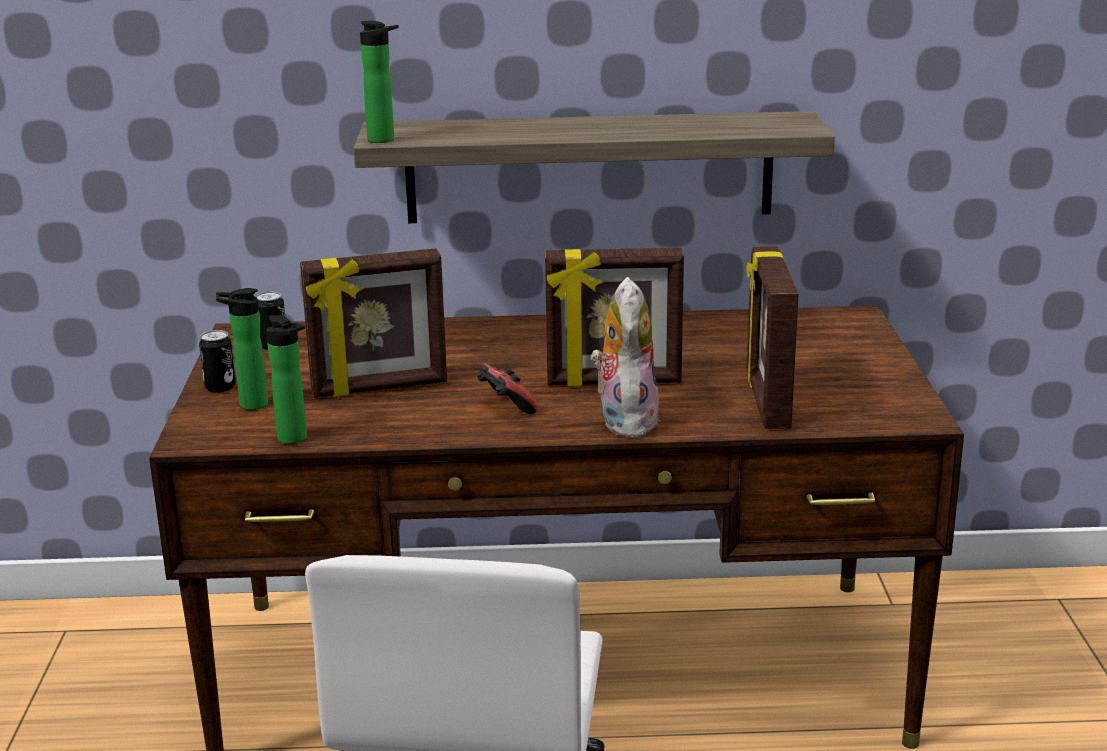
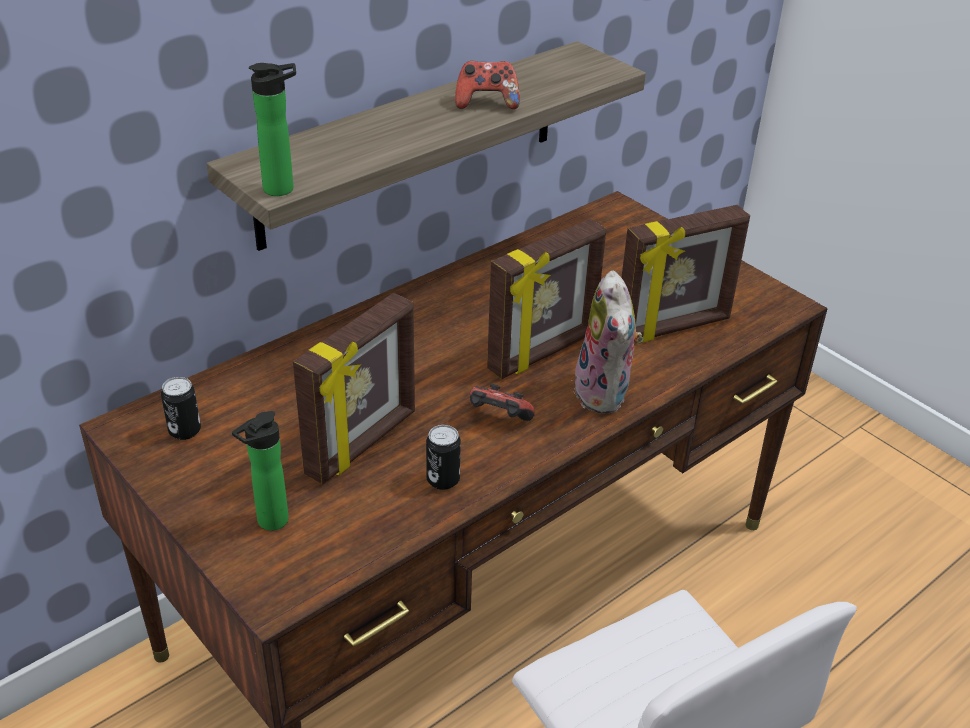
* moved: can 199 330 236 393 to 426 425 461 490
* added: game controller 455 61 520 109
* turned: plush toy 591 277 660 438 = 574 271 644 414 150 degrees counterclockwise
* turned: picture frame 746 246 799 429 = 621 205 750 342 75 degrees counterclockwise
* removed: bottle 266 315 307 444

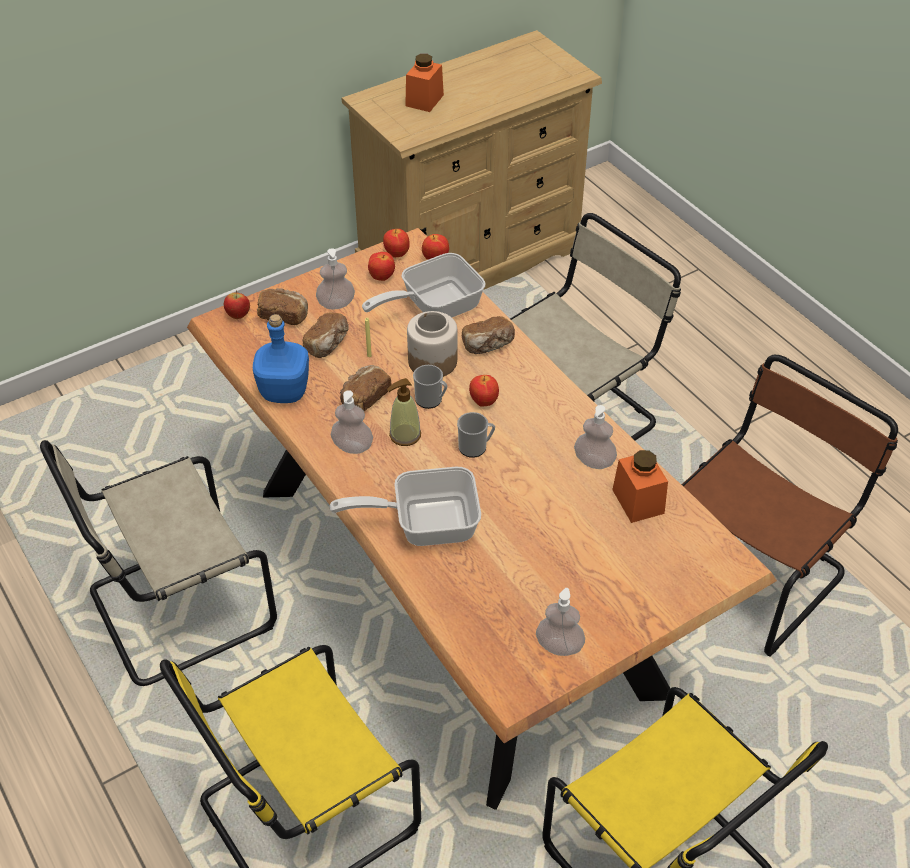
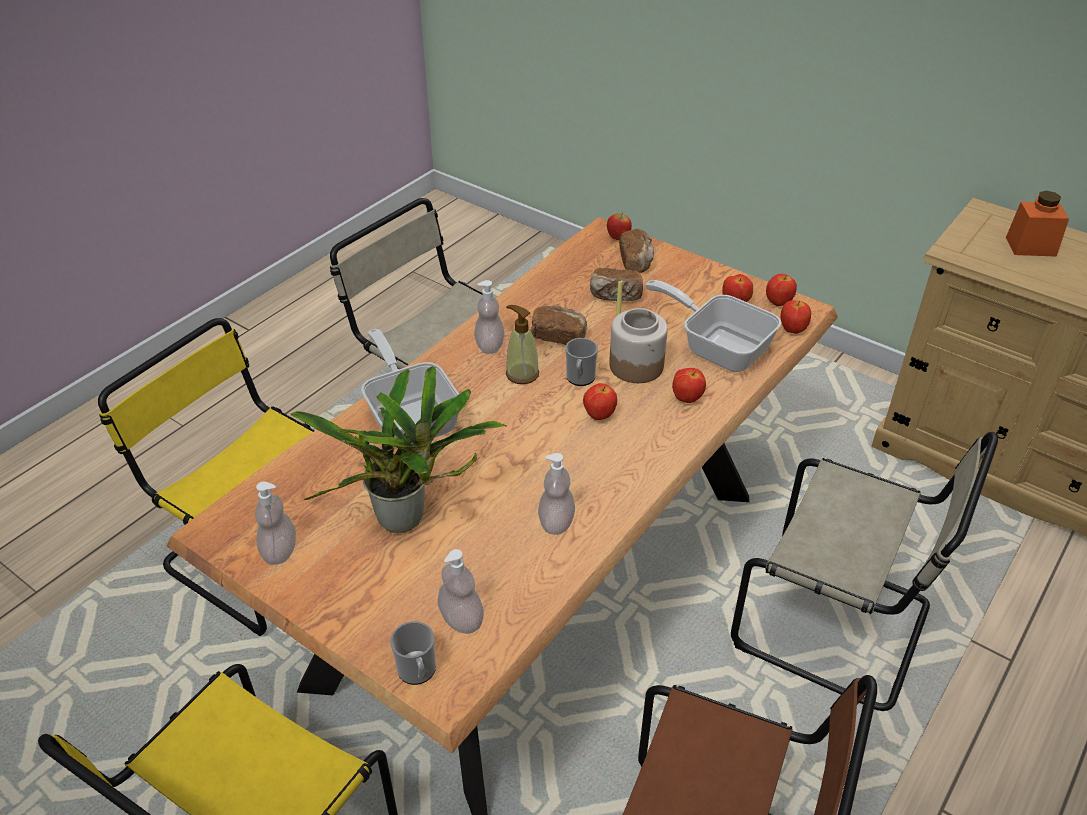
* added: potted plant 291 366 507 533
* moved: mug 457 412 495 458 to 390 621 436 685
* moved: soap dispenser 316 248 355 309 to 438 549 484 634
* replaced: bread 462 316 515 354 to apple 672 368 706 403
* removed: blue bottle 253 314 309 403
* removed: orange jar 612 450 668 523

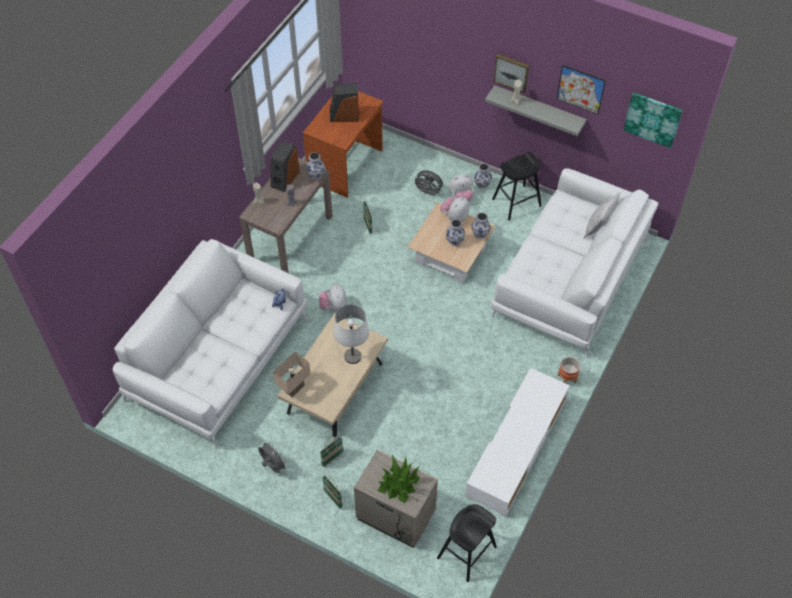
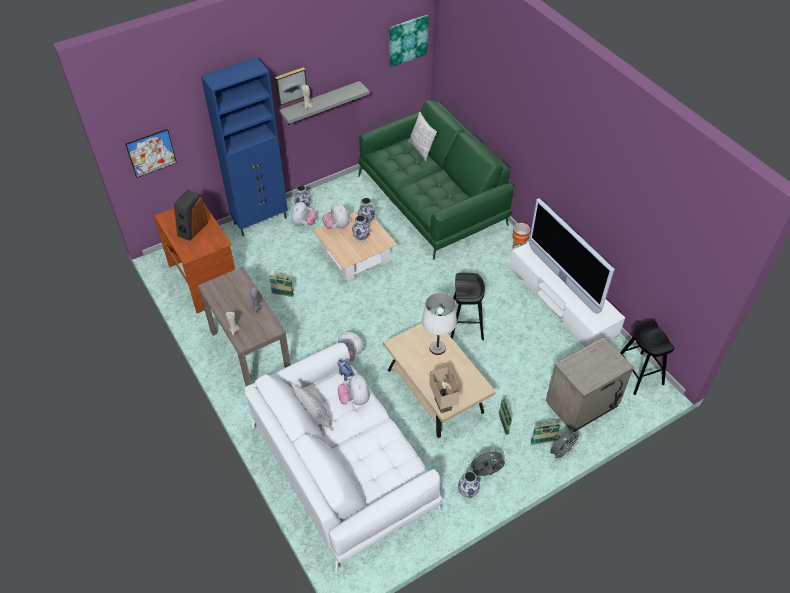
* moved: picture 557 65 606 114 to 126 129 177 178
* added: blue cabinet 201 57 288 236
* added: pillow 291 383 334 431
* added: plush toy 338 374 370 405
* recoloured: white sofa 491 168 658 358 to green sofa 358 100 514 260
* moved: black stool 492 152 542 220 to 451 273 485 340
* moved: vase 306 152 326 180 to 458 471 480 498
* added: television 529 199 615 314
* moved: grey fan 413 170 443 195 to 550 429 582 460
* removed: speaker 270 141 300 192
* removed: potted plant 378 455 420 503

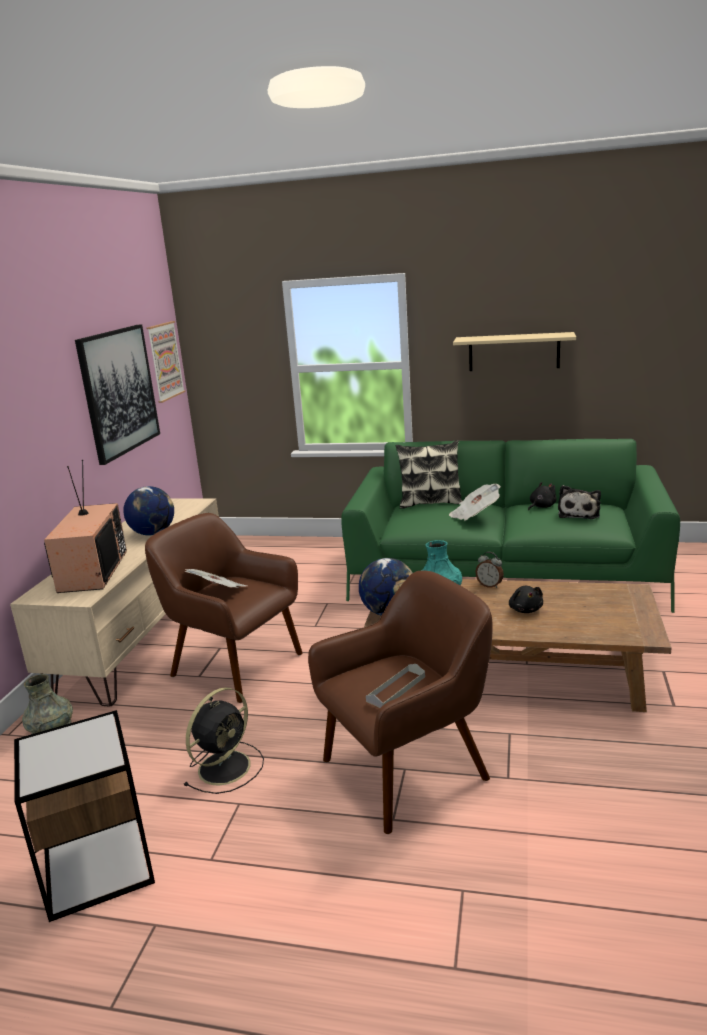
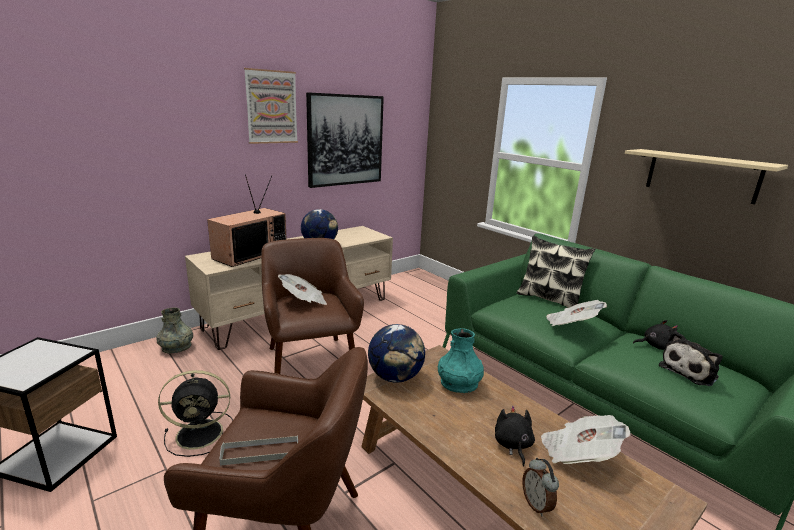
* moved: picture 146 321 186 403 to 244 68 298 144
* turned: black plush toy 509 586 543 613 = 495 406 535 466 150 degrees clockwise
* moved: alarm clock 475 552 504 588 to 522 458 559 516
* added: newspaper 541 415 631 464

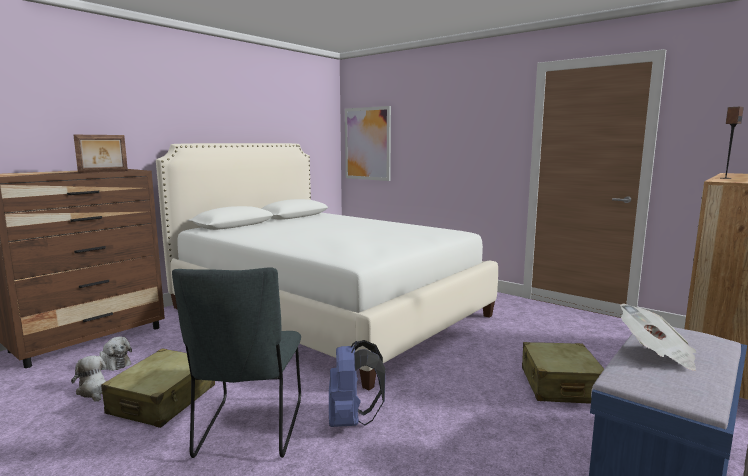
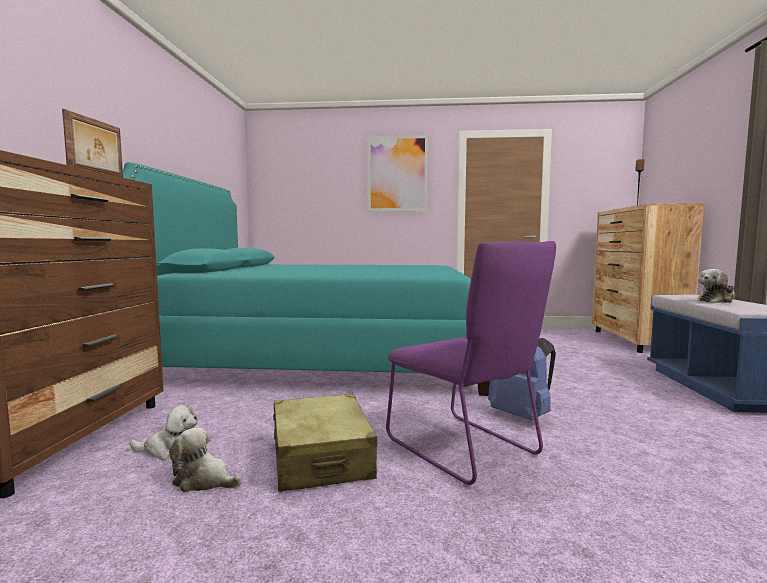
* recoloured: white bed 156 143 498 390 to turquoise bed 123 162 490 396
* moved: picture 345 106 391 181 to 367 135 428 212
* recoloured: grey chair 172 267 301 458 to purple chair 386 241 556 485
* replaced: newspaper 620 304 696 371 to plush toy 698 269 736 303
* removed: beige suitcase 522 342 604 404

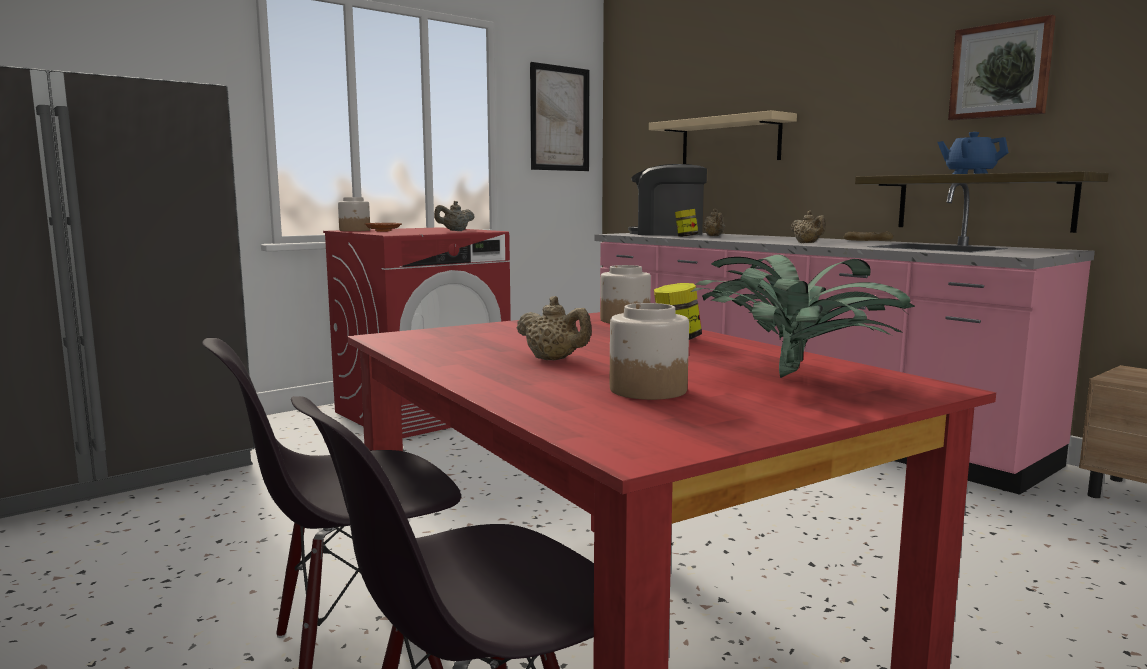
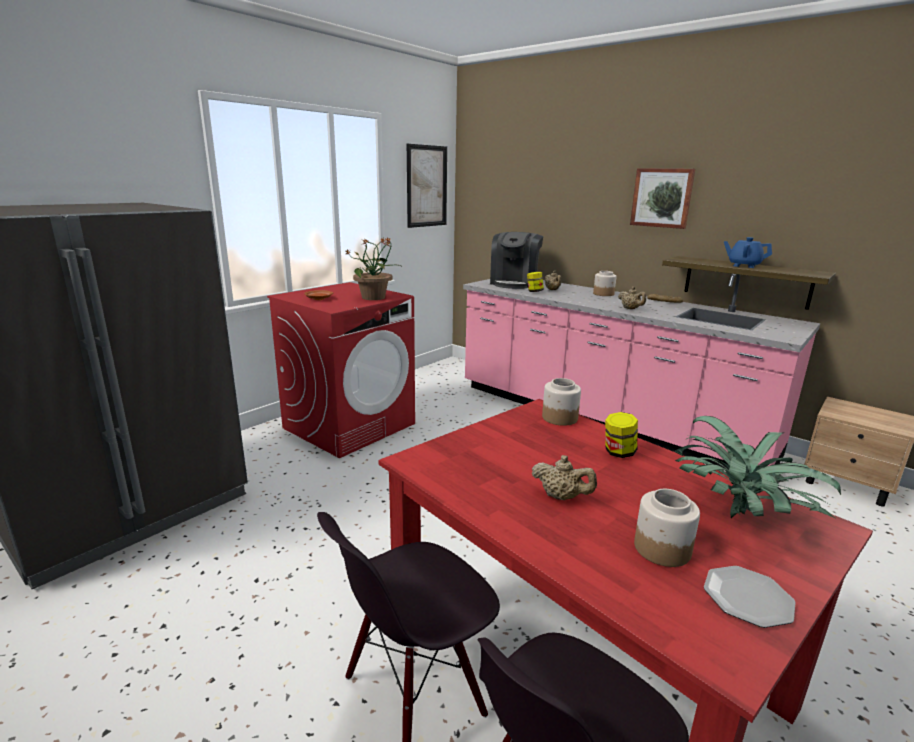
* replaced: beige teapot 434 201 475 231 to potted plant 346 236 401 300
* turned: coffee machine 628 164 707 236 = 490 232 543 289 90 degrees counterclockwise
* moved: jar 338 197 370 231 to 593 271 617 296
* moved: picture 948 15 1056 120 to 630 168 695 229
* added: plate 704 566 796 628
* removed: beige shelf 649 110 797 164

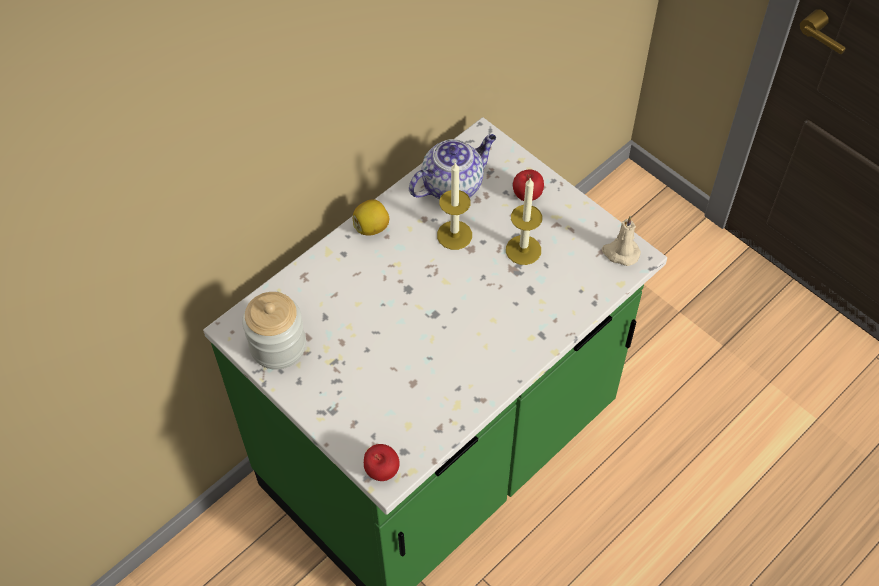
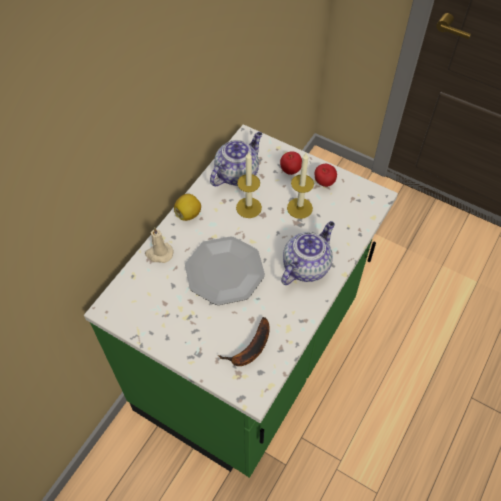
* moved: beige candle 602 216 641 266 to 145 227 174 263
* added: plate 185 236 265 305
* added: banana 218 317 270 366
* added: teapot 281 221 335 285
* moved: apple 364 444 400 481 to 315 164 337 187
* removed: jar 242 292 306 370

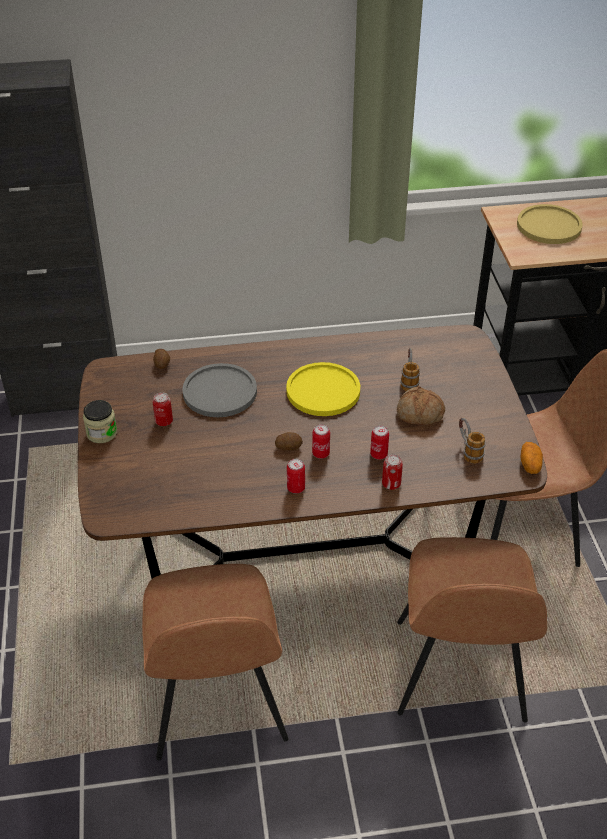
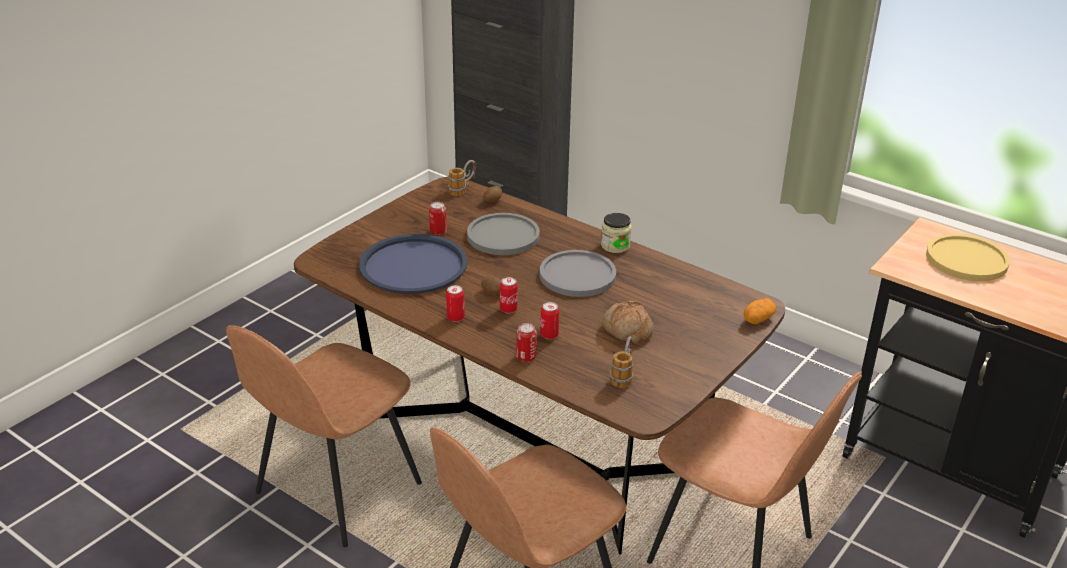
* added: blue tray 359 234 468 294
* moved: mug 400 348 420 391 to 448 160 476 196
* recoloured: yellow plate 286 362 360 416 to grey plate 540 250 616 297
* moved: jar 83 400 117 443 to 601 213 632 253
* moved: potato 520 442 543 474 to 744 298 776 324

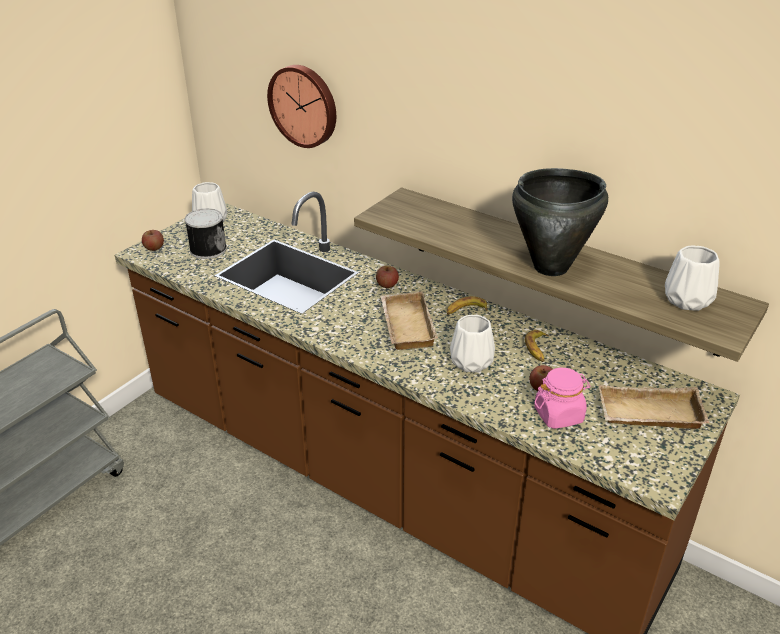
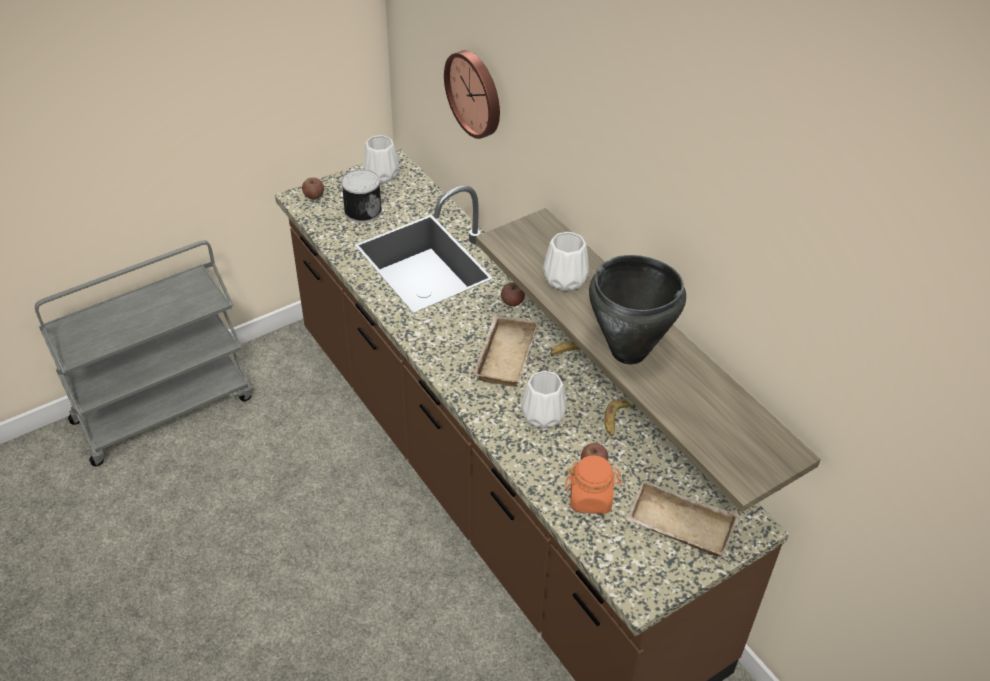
* moved: white vase 665 245 720 311 to 543 232 589 291
* recoloured: pink jar 534 367 590 429 to orange jar 565 455 622 514

